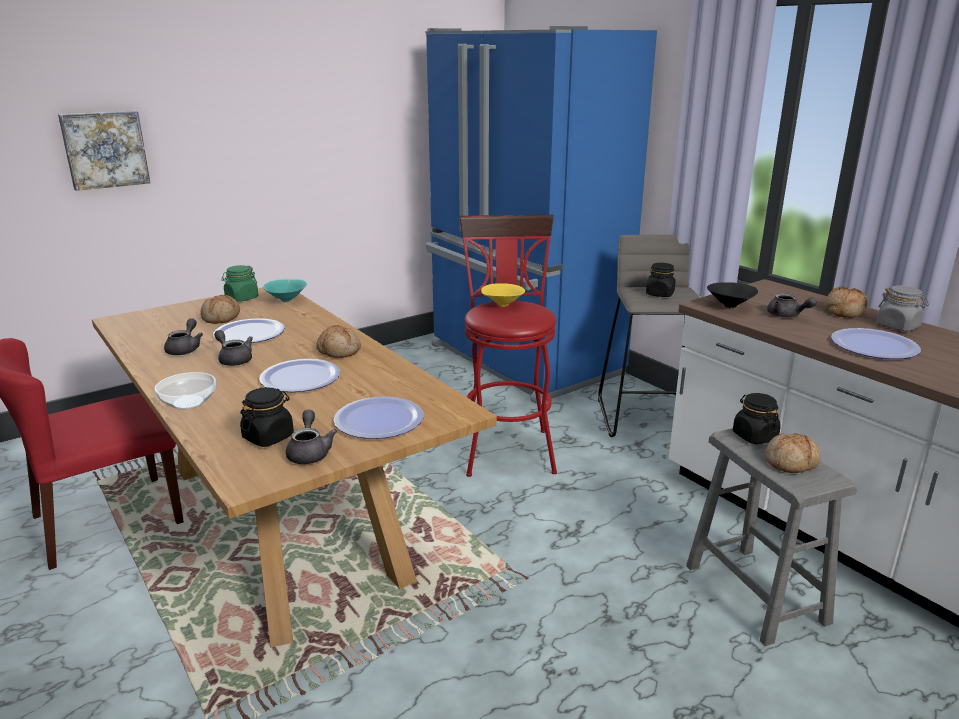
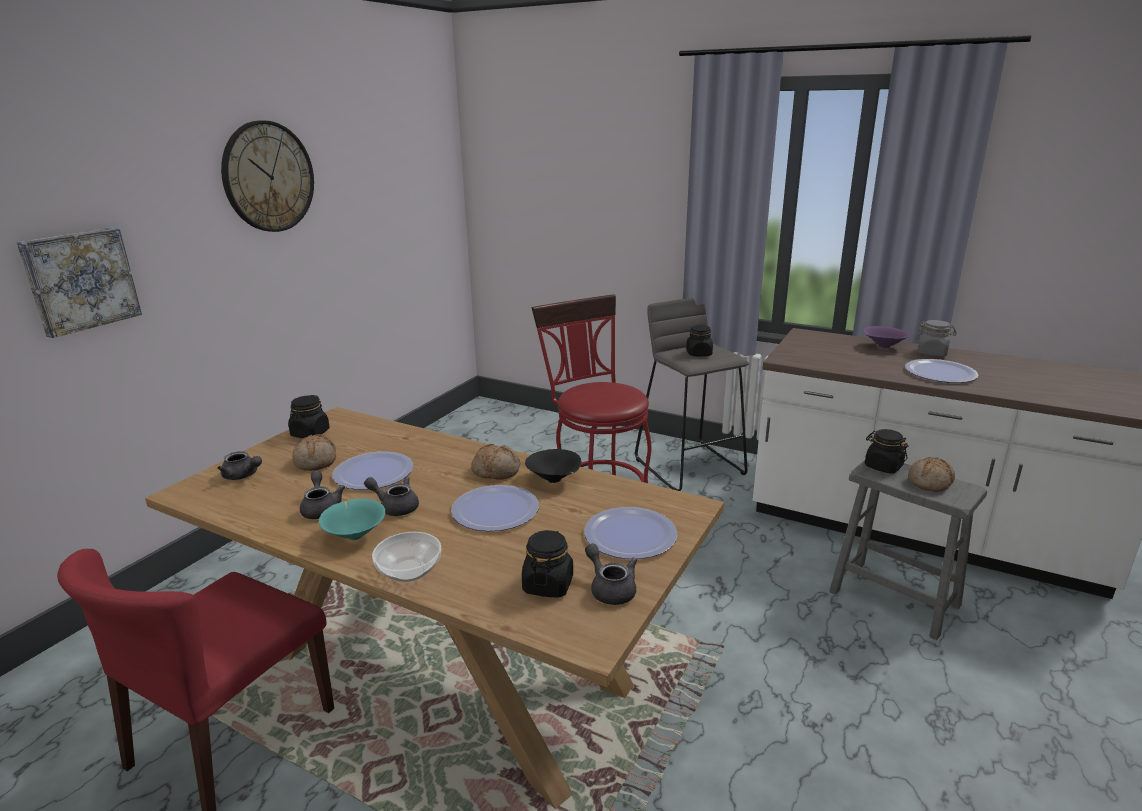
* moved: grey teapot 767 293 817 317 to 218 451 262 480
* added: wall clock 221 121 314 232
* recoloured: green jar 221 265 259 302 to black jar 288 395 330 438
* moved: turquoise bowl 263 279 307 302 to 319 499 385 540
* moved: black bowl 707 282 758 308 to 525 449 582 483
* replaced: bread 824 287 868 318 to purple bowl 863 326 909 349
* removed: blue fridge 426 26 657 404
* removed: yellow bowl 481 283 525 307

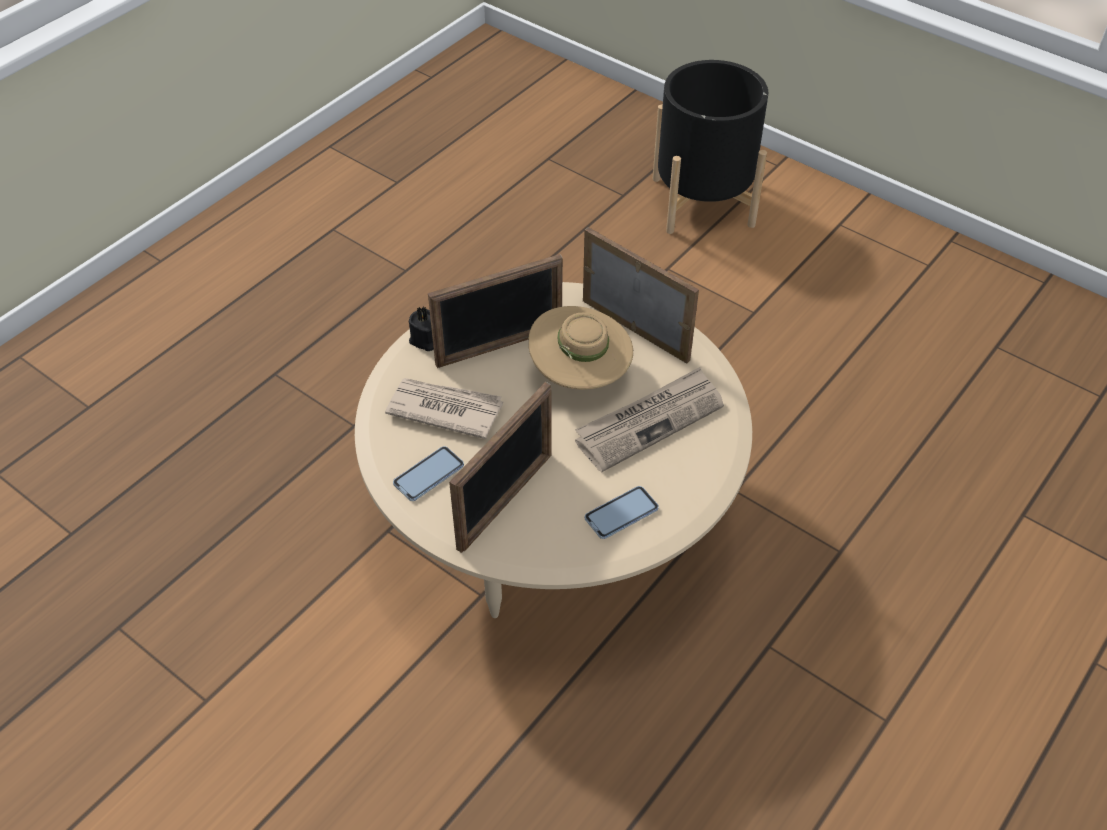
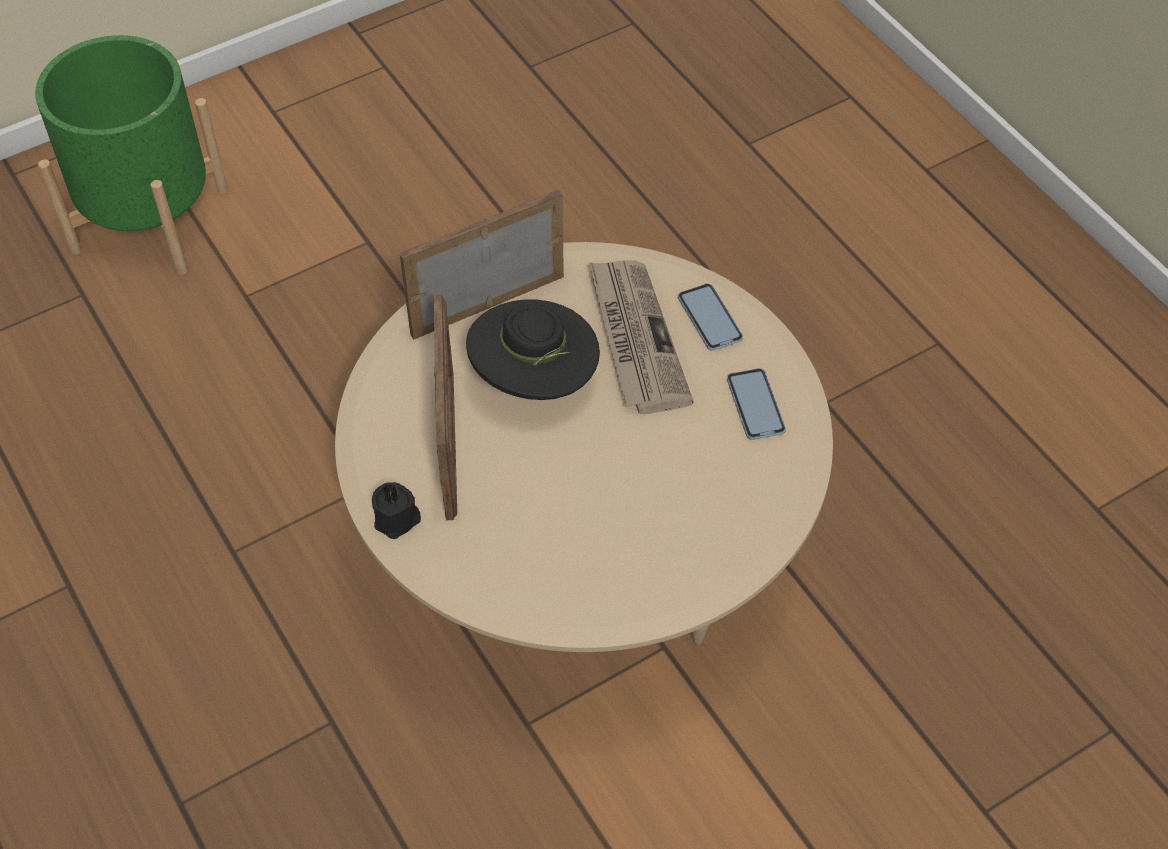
* recoloured: black planter 653 60 768 234 to green planter 35 35 228 275
* recoloured: beige hat 528 306 633 390 to black hat 466 299 600 400
* moved: phone 393 446 464 501 to 678 283 743 351
* removed: newspaper 385 378 503 439
* removed: picture frame 449 382 552 553

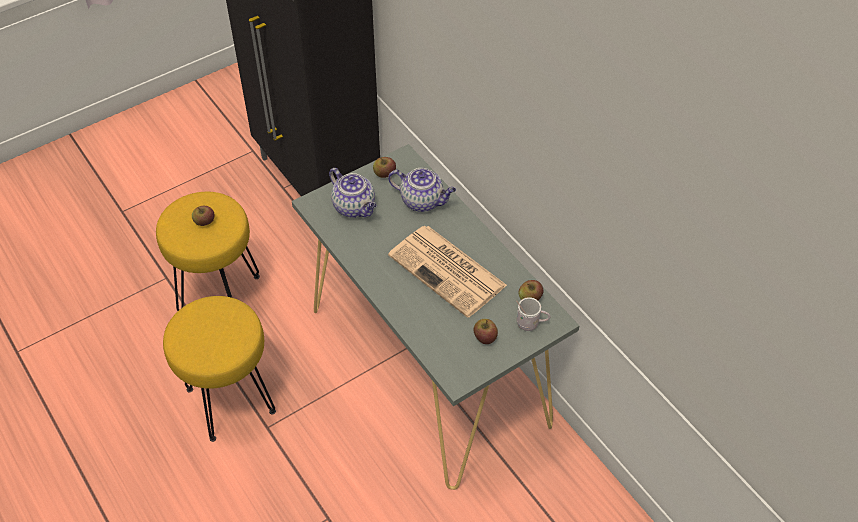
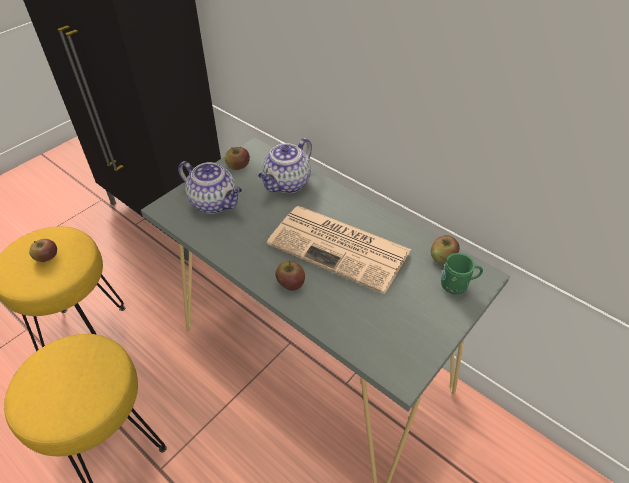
* turned: teapot 388 168 456 212 = 258 138 312 193 120 degrees clockwise
* moved: apple 473 319 498 344 to 275 261 305 291
* recoloured: white mug 516 297 550 331 to green mug 441 253 483 295

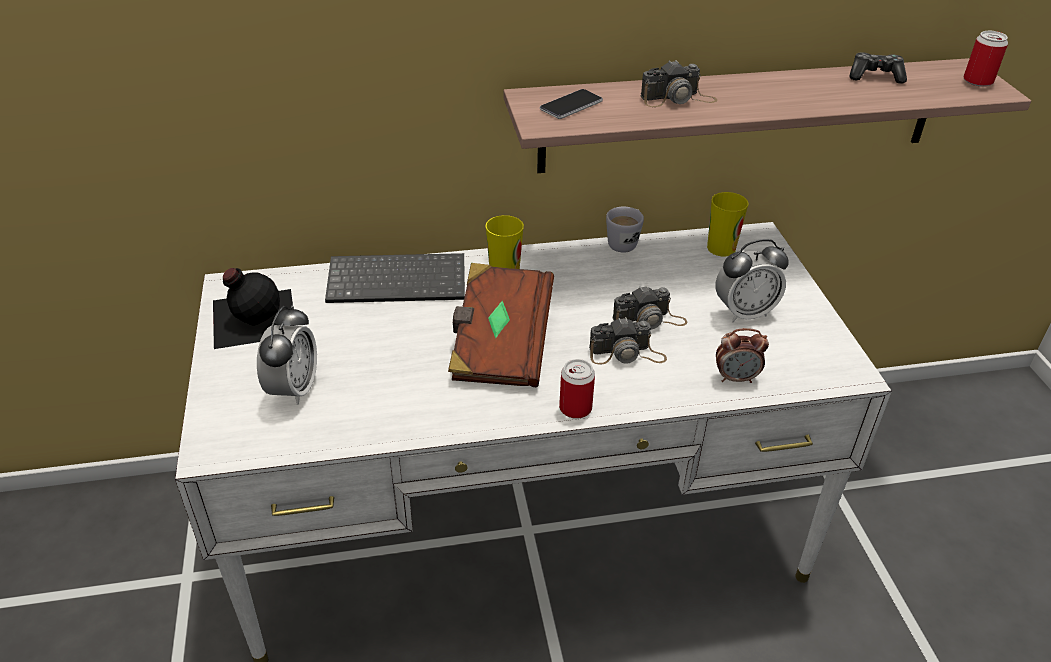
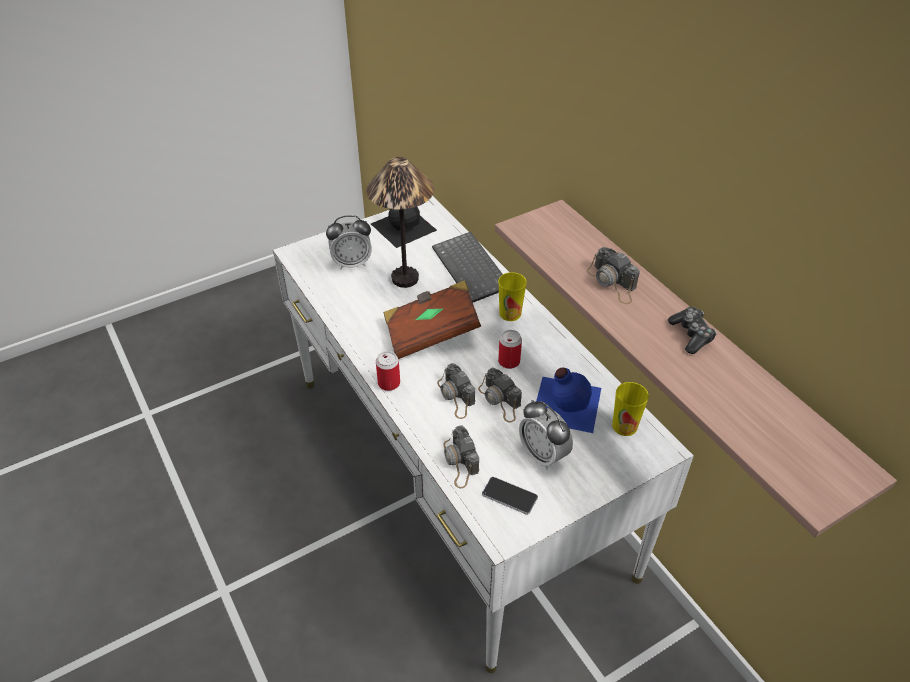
* added: table lamp 366 157 434 288
* replaced: alarm clock 716 328 769 383 to photo camera 443 425 479 488
* moved: phone 540 89 603 119 to 482 477 538 515
* moved: can 964 31 1008 87 to 498 330 522 369
* added: blue bottle 536 368 601 433
* moved: game controller 850 52 907 84 to 668 307 717 354
* removed: white mug 606 207 644 253

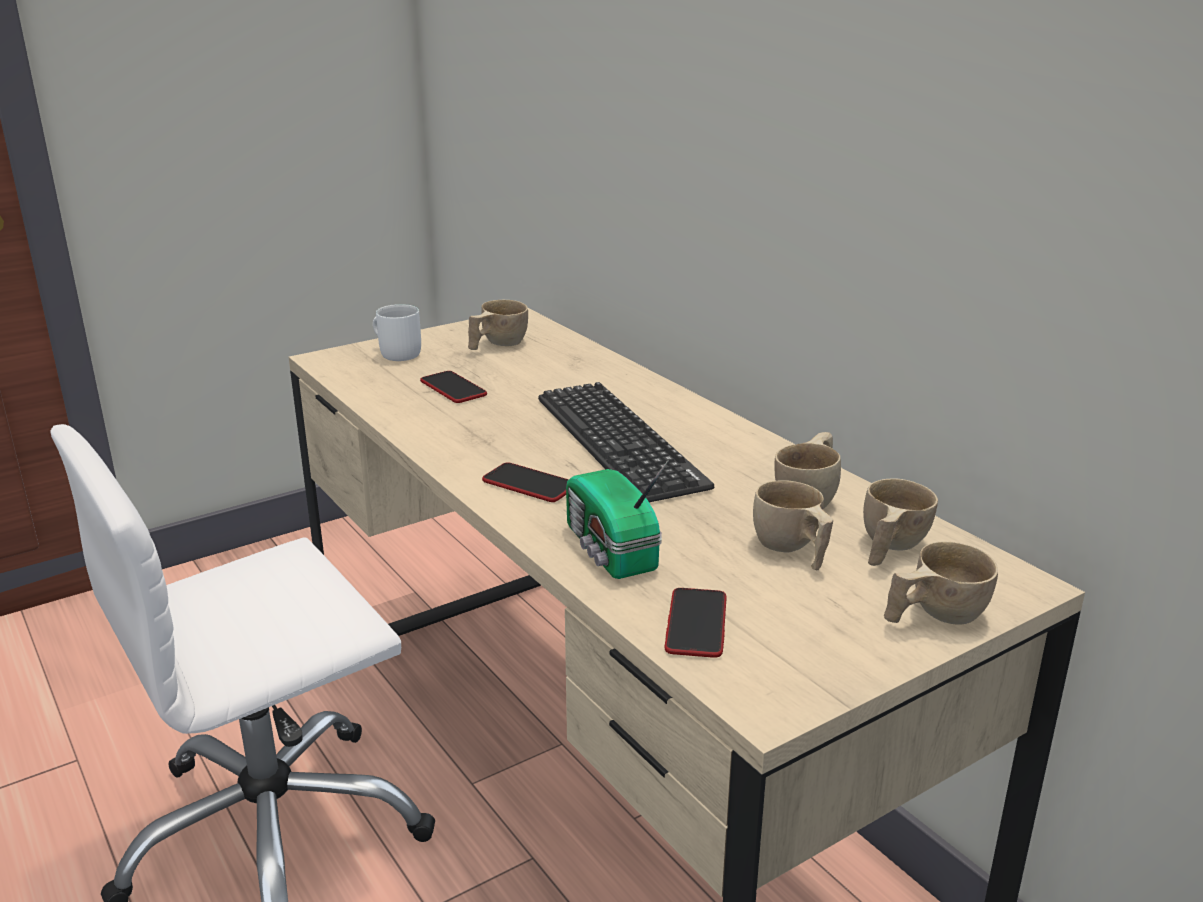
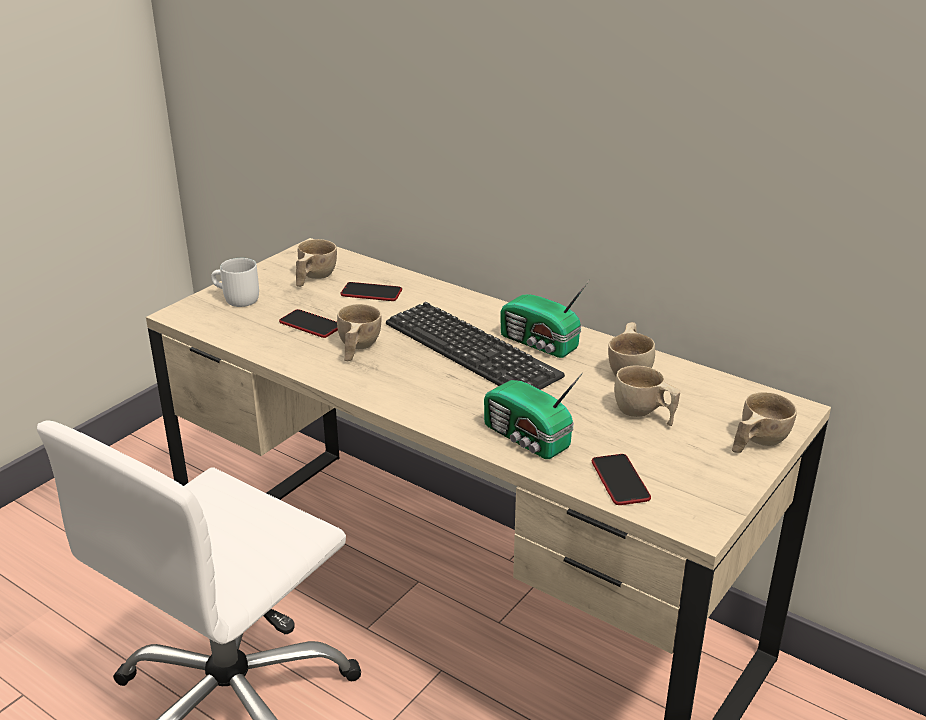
* moved: beige cup 863 479 938 566 to 337 304 381 362
* moved: phone 482 462 569 502 to 340 282 402 301
* added: radio 500 279 590 358

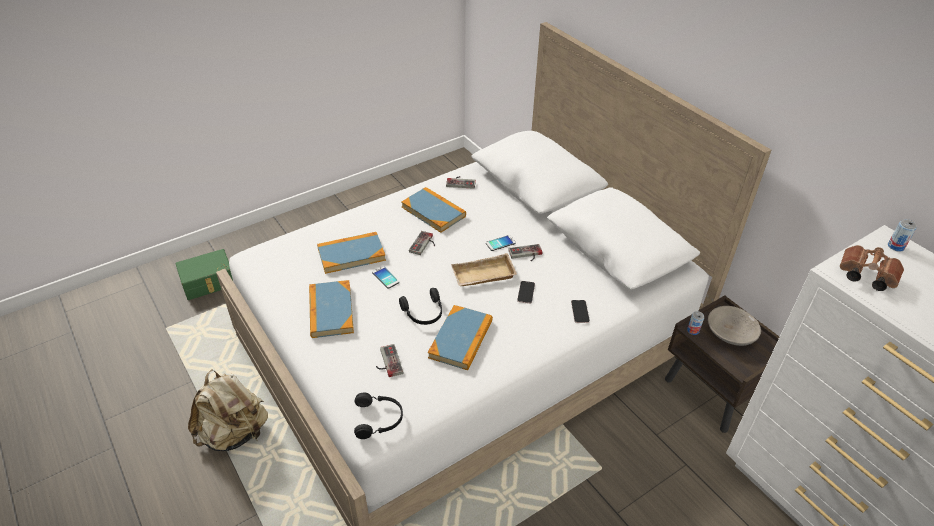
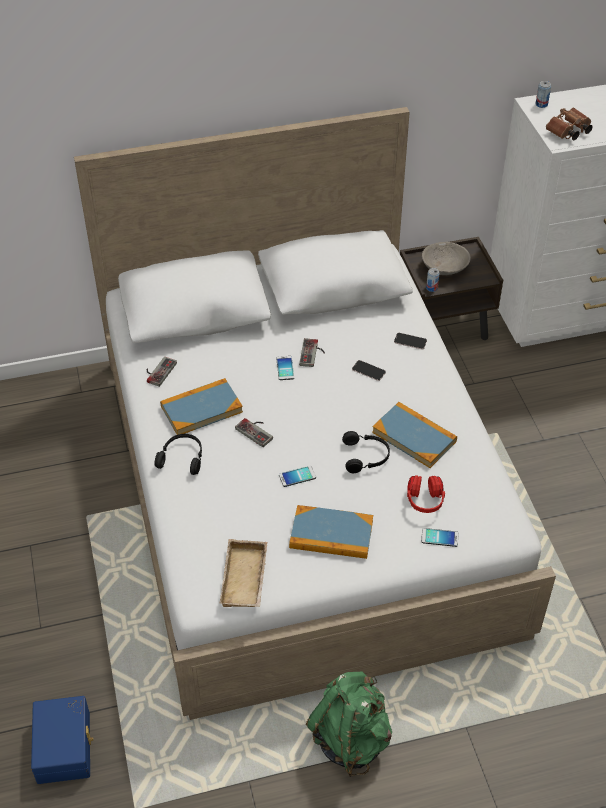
* recoloured: green storage box 175 249 233 300 to blue storage box 31 696 94 784
* moved: black headphones 354 393 403 439 to 155 434 202 475
* moved: beige tray 451 253 517 286 to 220 539 267 607
* recoloured: beige backpack 188 369 268 451 to green backpack 306 672 392 777
* replaced: game controller 376 344 403 377 to red headphones 407 475 445 513
* added: phone 421 528 458 547
* removed: book 317 232 386 274

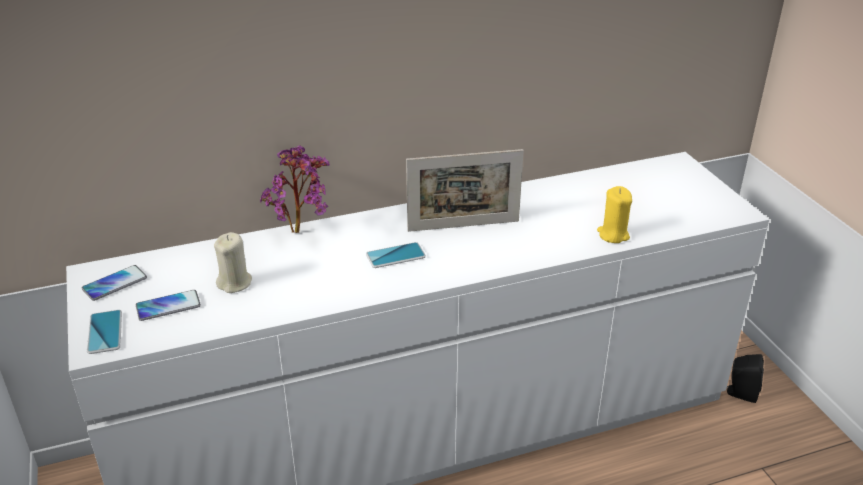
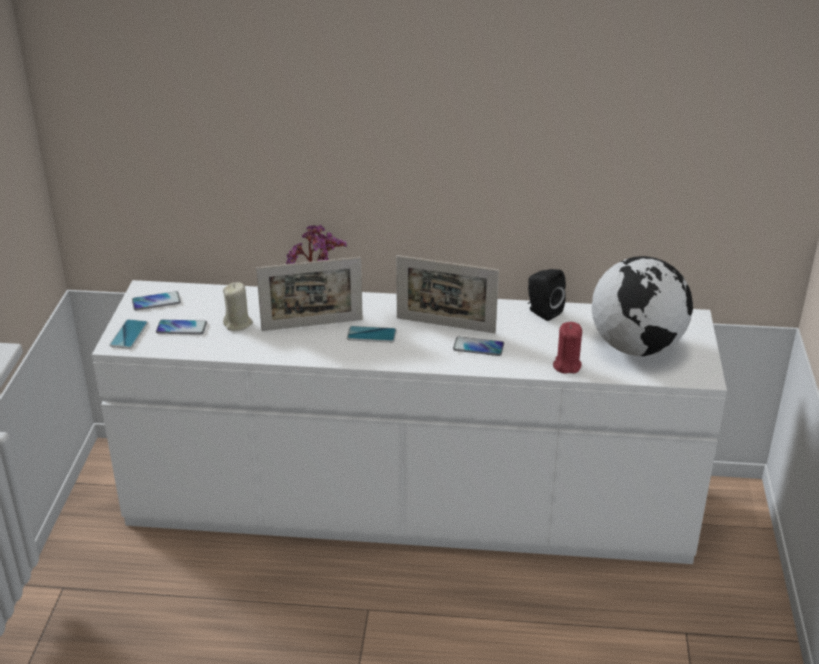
* added: picture frame 256 257 363 331
* added: phone 453 336 504 356
* moved: black speaker 727 354 764 403 to 528 269 566 321
* recoloured: yellow candle 597 186 632 243 to red candle 553 322 582 374
* added: globe 592 256 693 356

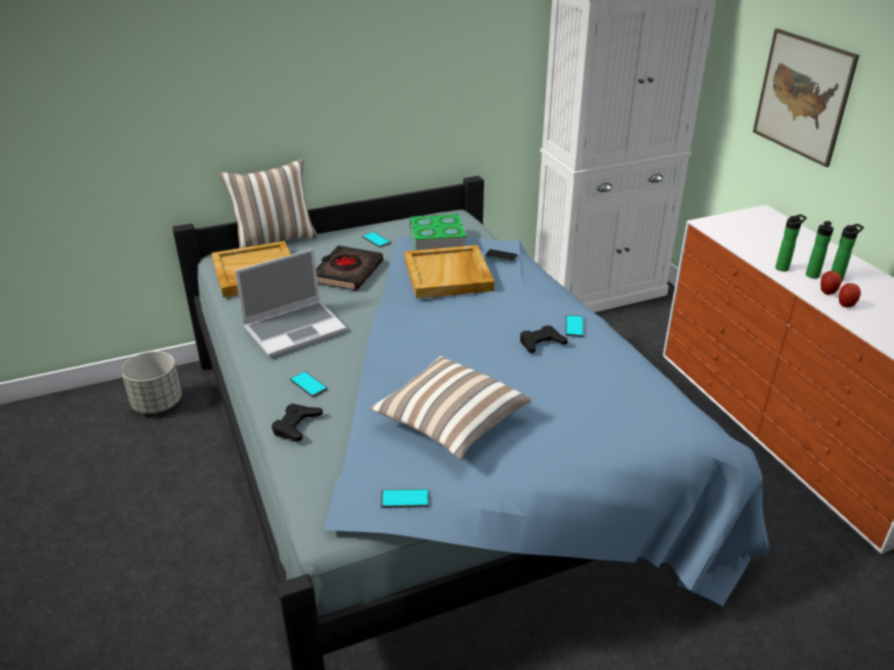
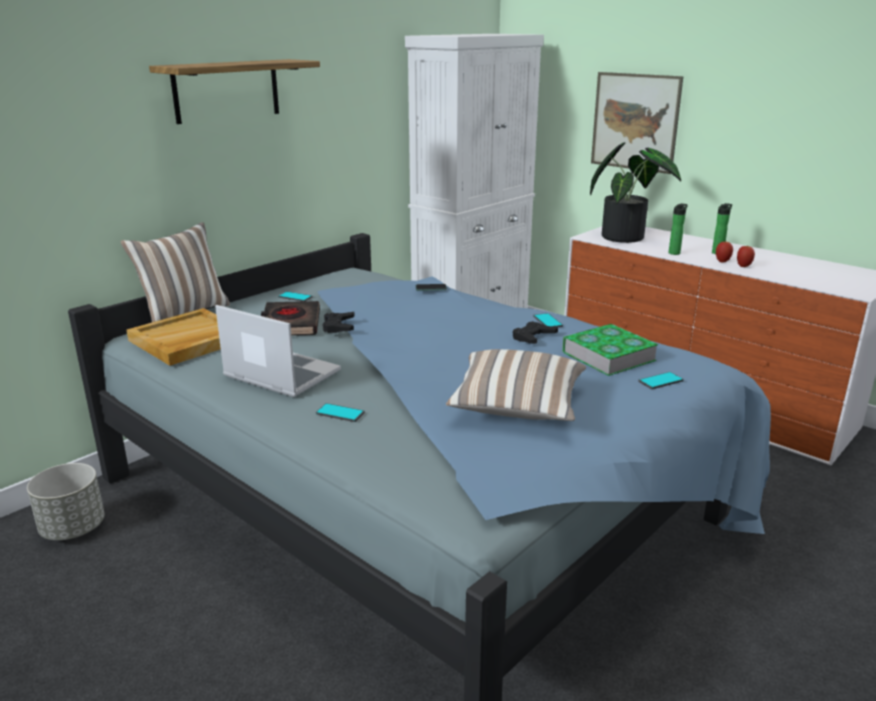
* added: shelf 149 59 320 124
* turned: laptop 235 248 347 357 = 215 305 341 397 90 degrees counterclockwise
* moved: black game controller 272 403 323 442 to 322 312 355 333
* moved: book 410 214 467 250 to 562 324 658 376
* added: potted plant 590 142 681 243
* moved: phone 381 489 429 508 to 638 372 684 389
* removed: beige tray 404 245 494 299
* removed: bottle 806 221 834 279

